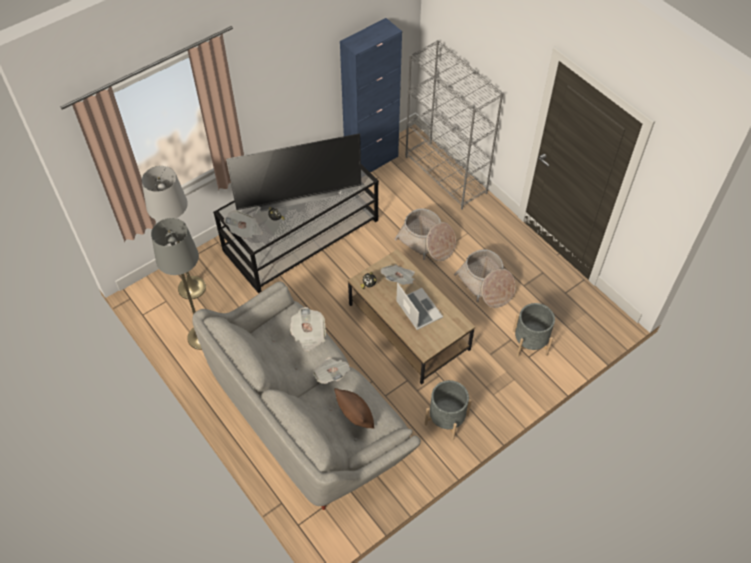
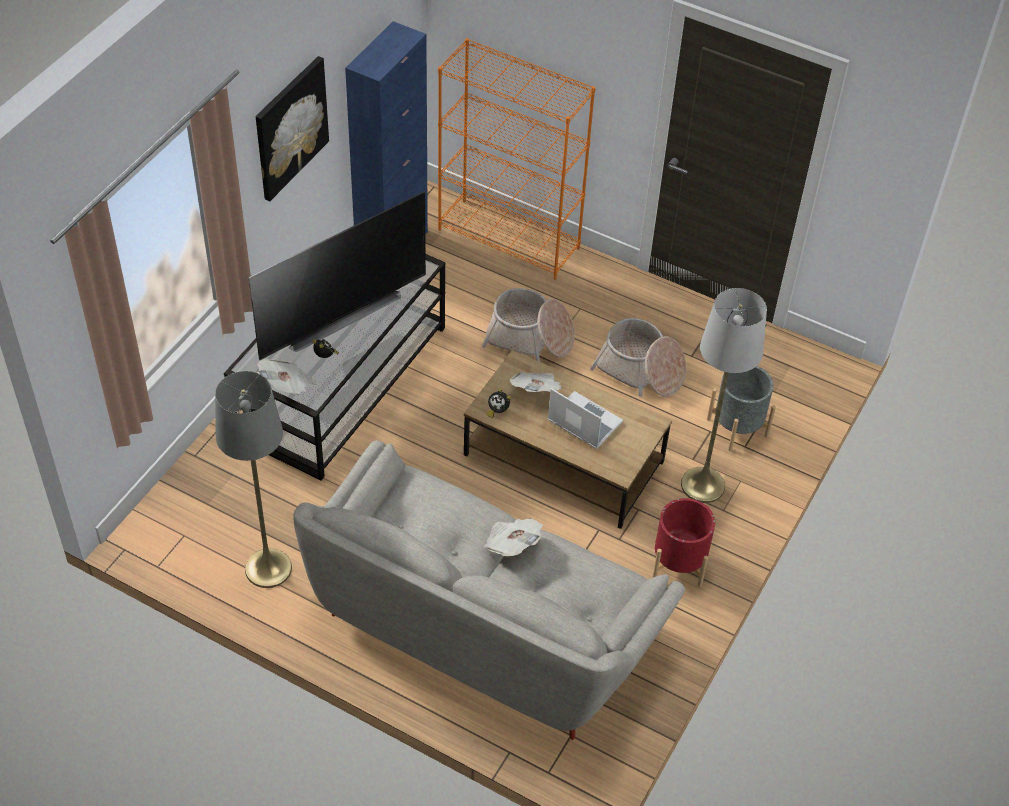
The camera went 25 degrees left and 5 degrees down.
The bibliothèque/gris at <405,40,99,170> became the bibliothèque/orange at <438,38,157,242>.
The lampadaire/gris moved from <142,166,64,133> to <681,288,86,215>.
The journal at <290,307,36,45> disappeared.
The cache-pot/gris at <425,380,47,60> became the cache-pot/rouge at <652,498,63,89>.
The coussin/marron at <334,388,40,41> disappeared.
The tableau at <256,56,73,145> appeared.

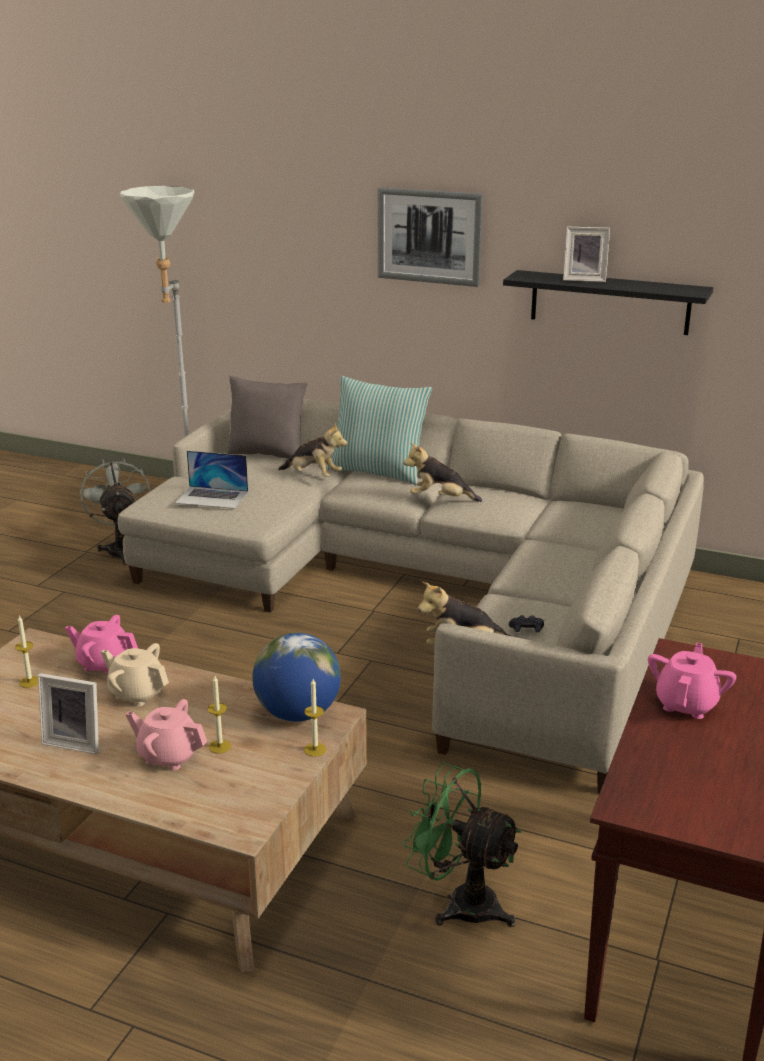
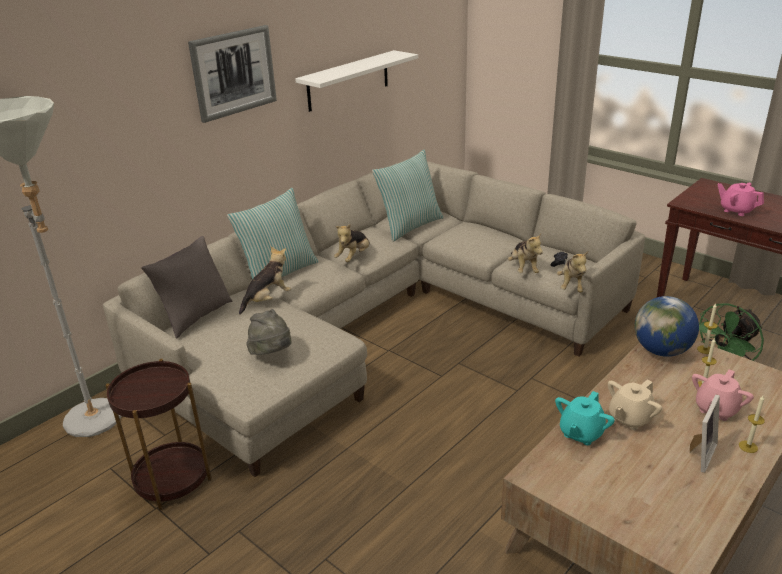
The camera went 70 degrees left and 5 degrees up.
The cadre photo at <563,227,47,55> disappeared.
The étagère/noir at <503,270,210,65> became the étagère/blanc at <295,50,123,62>.
The ordinateur portable at <175,451,73,58> was replaced by the chapeau/gris at <246,309,46,46>.
The ventilateur/gris at <80,458,71,107> was replaced by the table d'appoint/marron at <105,359,107,151>.
The bougie moved from <15,615,23,73> to <739,396,26,57>.
The théière/rose at <65,615,73,60> became the théière/turquoise at <555,391,60,54>.
The coussin at <372,150,72,92> appeared.
The peluche at <508,234,35,39> appeared.

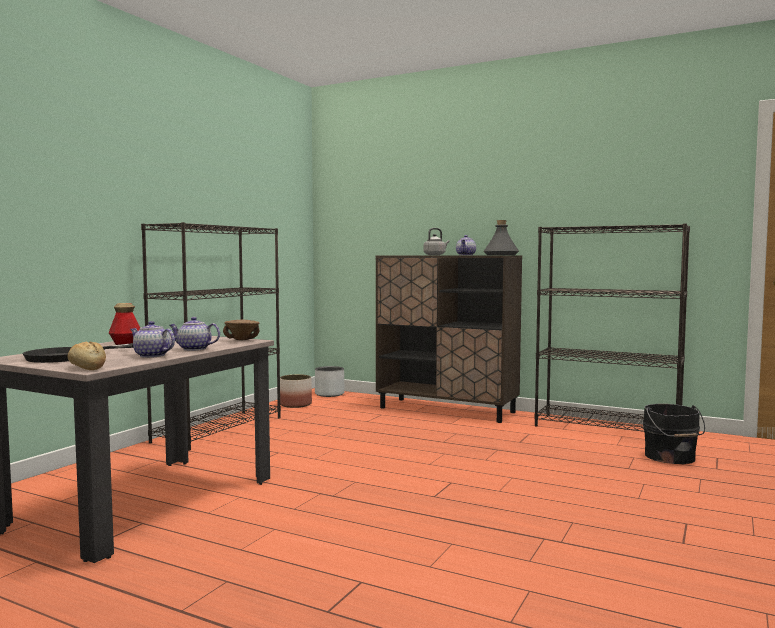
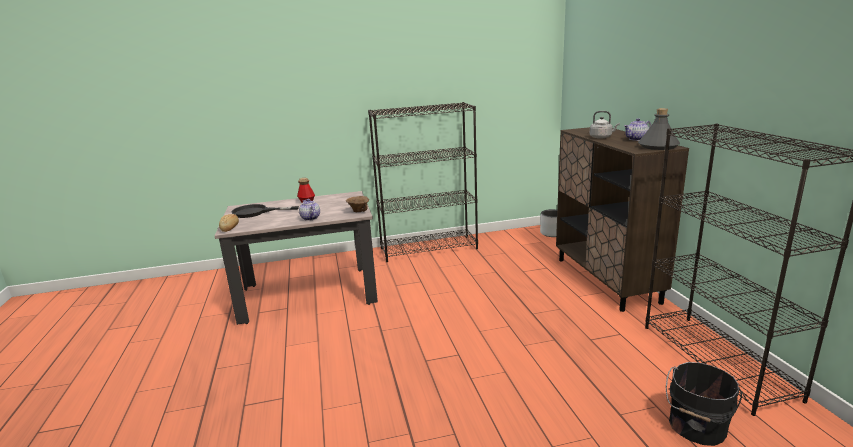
The camera went 50 degrees right and 15 degrees up.
The théière at <130,321,45,37> disappeared.
The cache-pot at <280,374,32,34> disappeared.

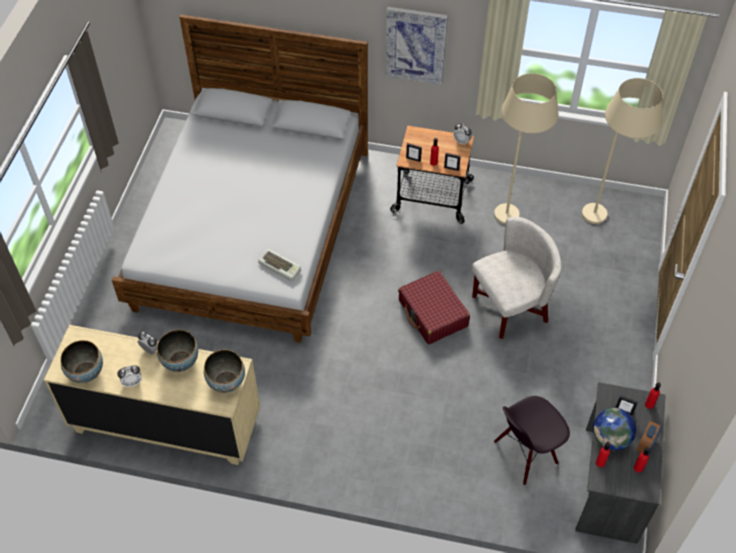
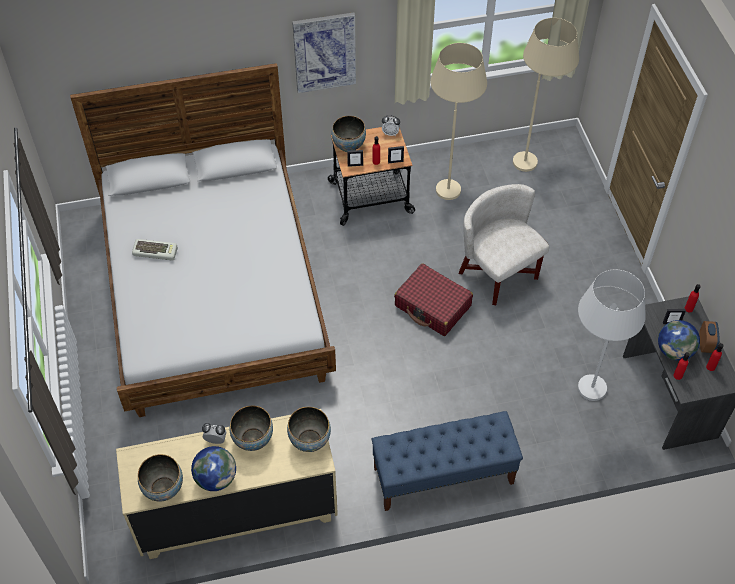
The camera went 25 degrees left and 0 degrees up.
The fauteuil/blanc at <472,217,89,122> turned 75 degrees counterclockwise.
The clavier moved from <258,249,43,32> to <132,239,46,21>.
The réveil at <117,365,25,22> was replaced by the globe at <191,446,45,45>.
The chaise/noir at <494,396,76,89> was replaced by the lampadaire/blanc at <578,270,68,131>.
The bol at <331,116,35,36> appeared.
The banc/bleu at <372,411,151,100> appeared.

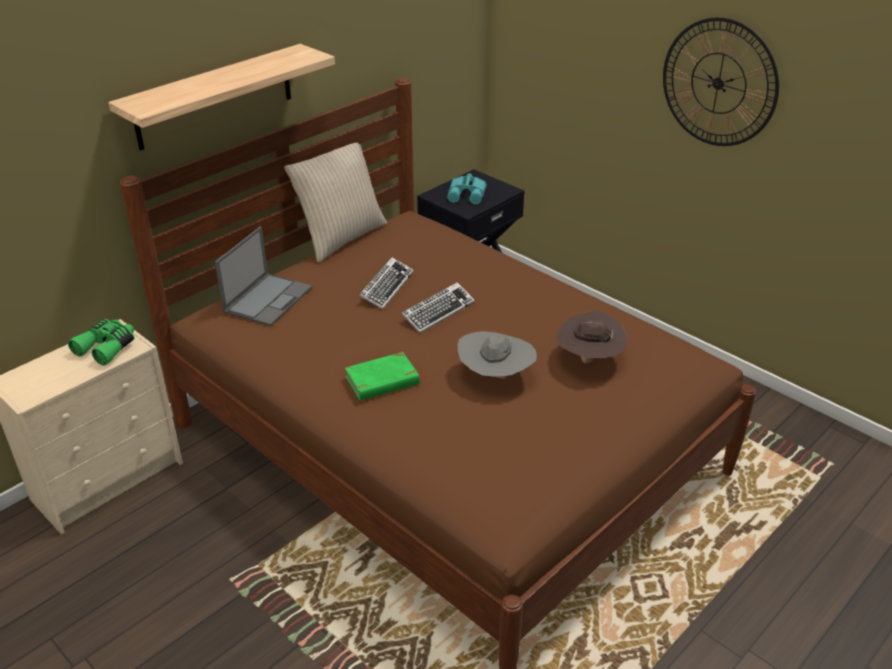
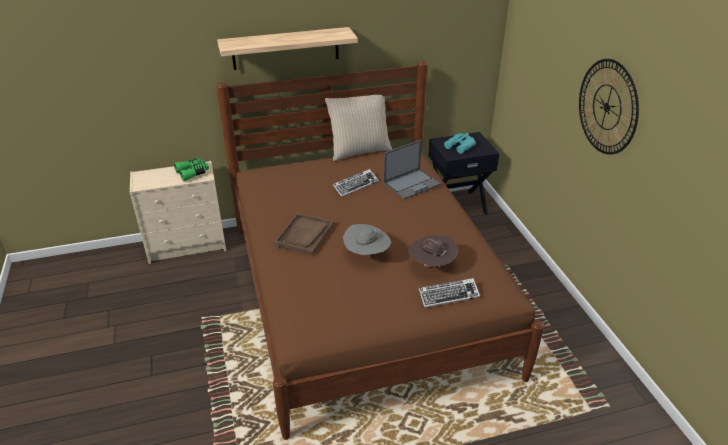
The camera went 30 degrees right and 0 degrees up.
The ordinateur portable moved from <215,227,97,99> to <383,140,58,59>.
The clavier moved from <402,283,73,50> to <418,278,62,30>.
The livre/vert at <345,352,81,49> was replaced by the plateau/marron at <274,213,60,42>.

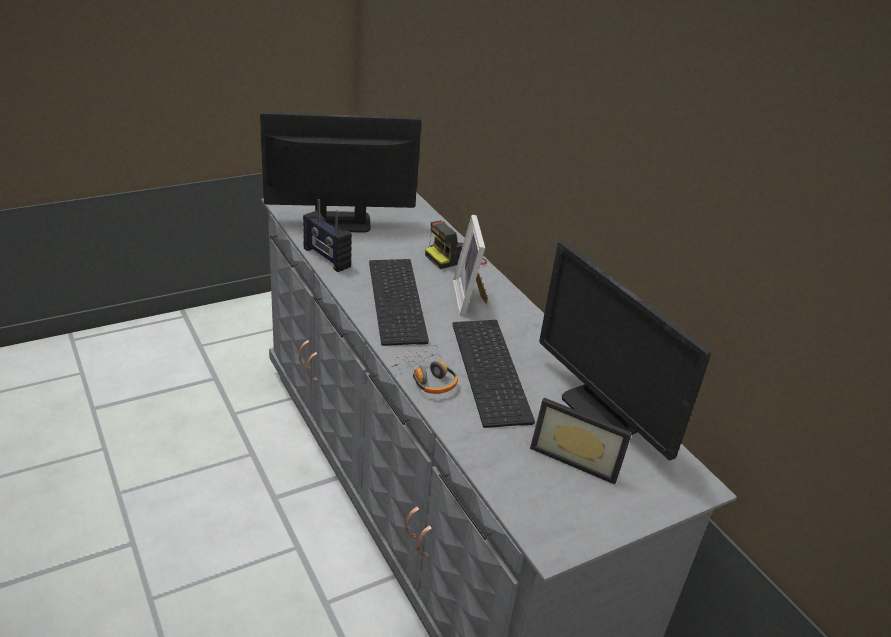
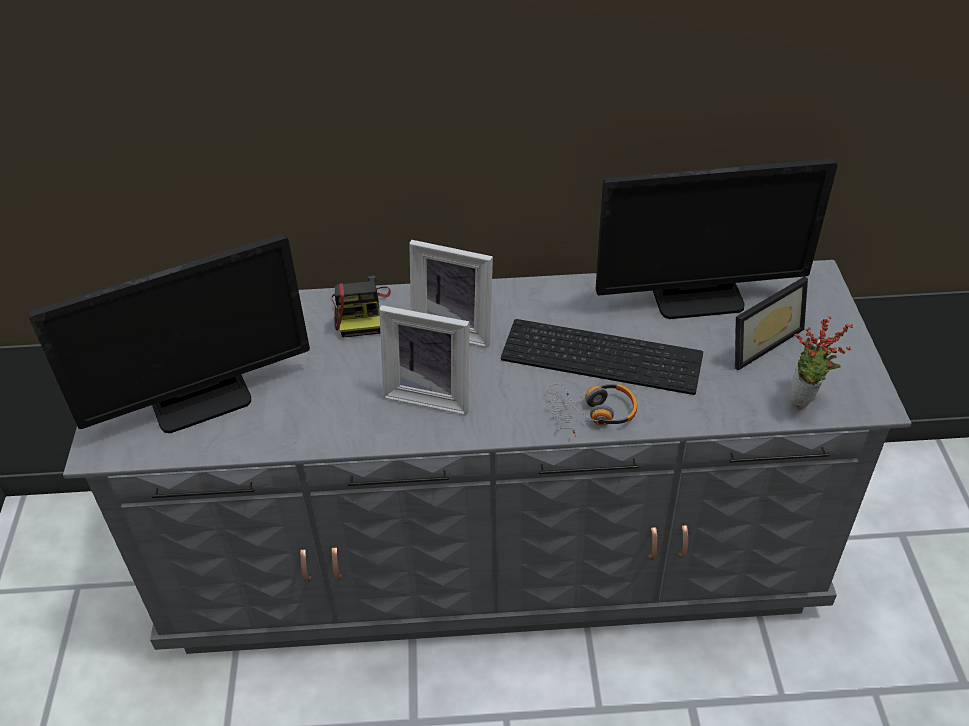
The camera went 60 degrees left and 10 degrees up.
The écran d'ordinateur at <260,112,161,120> turned 135 degrees counterclockwise.
The radio at <303,199,49,73> disappeared.
The clavier at <369,259,60,87> was replaced by the cadre photo at <379,305,91,110>.
The plante en pot at <790,316,63,95> appeared.

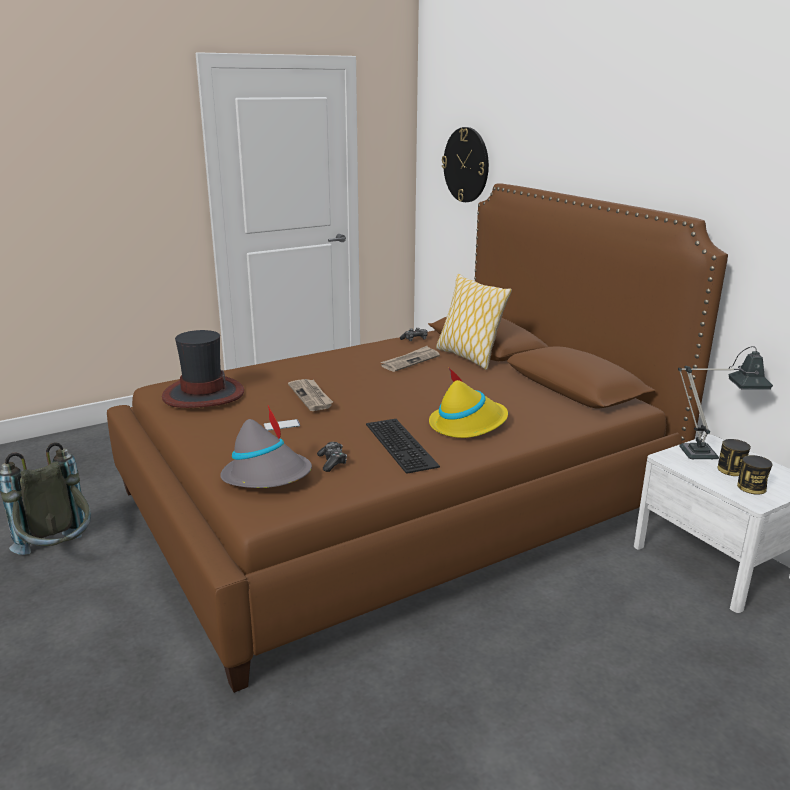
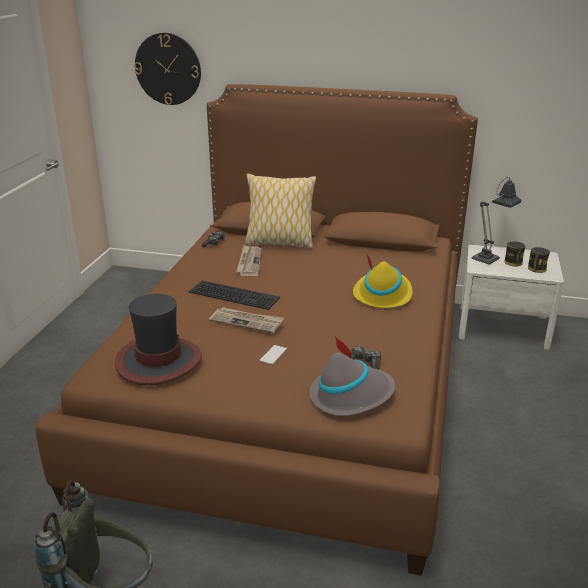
The camera went 45 degrees left and 5 degrees up.
The clavier moved from <366,419,74,55> to <189,280,91,30>.

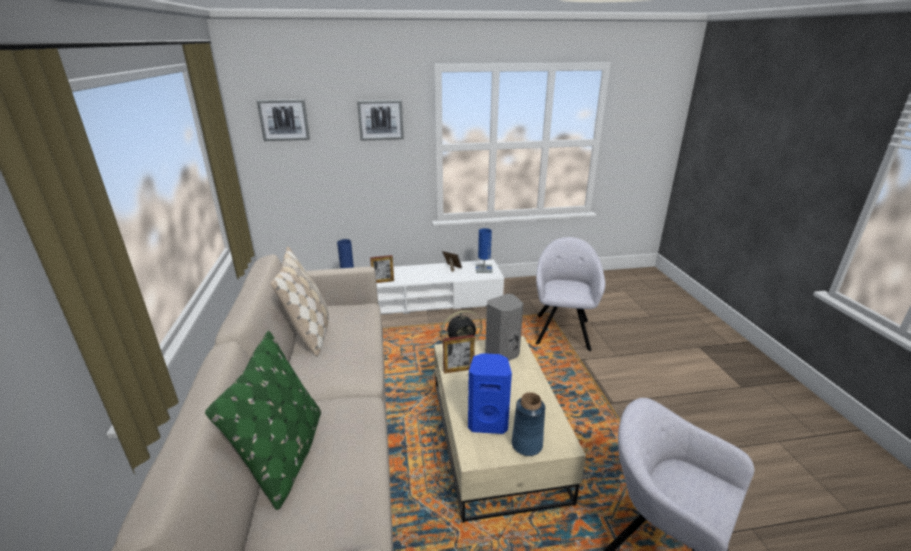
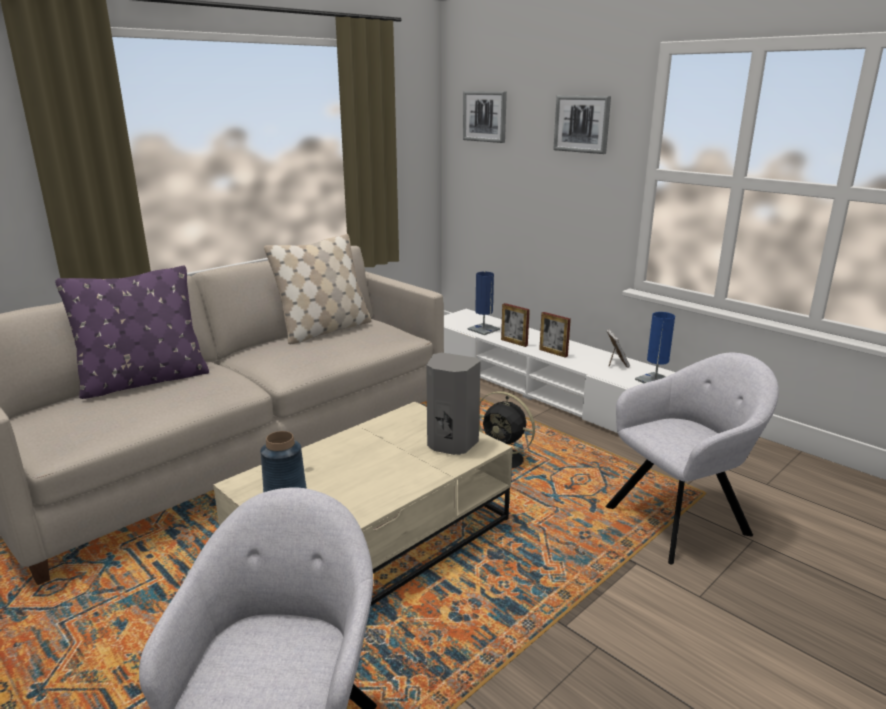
The camera went 55 degrees right and 5 degrees down.
The coussin/vert at <205,331,116,179> became the coussin/violet at <55,266,154,133>.
The cadre photo moved from <443,335,32,38> to <539,312,32,46>.
The enceinte/bleu at <468,353,44,81> disappeared.

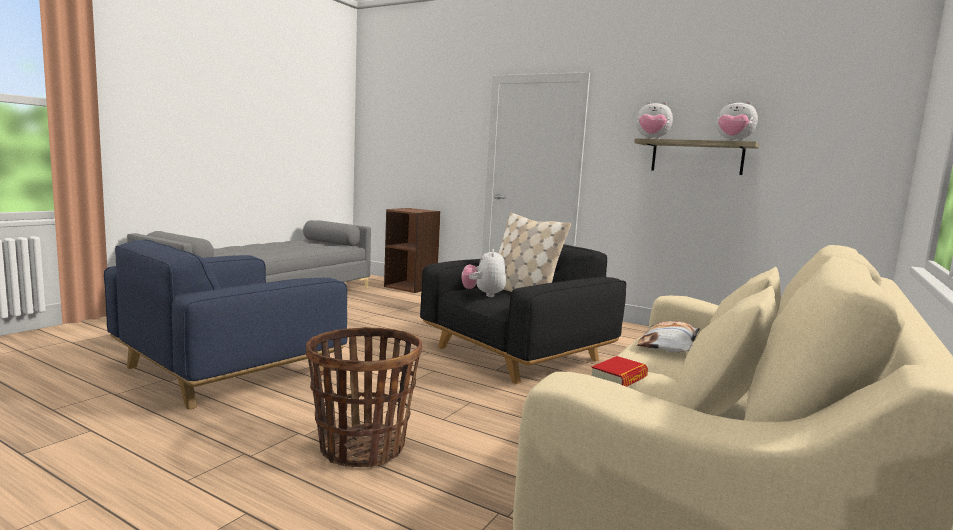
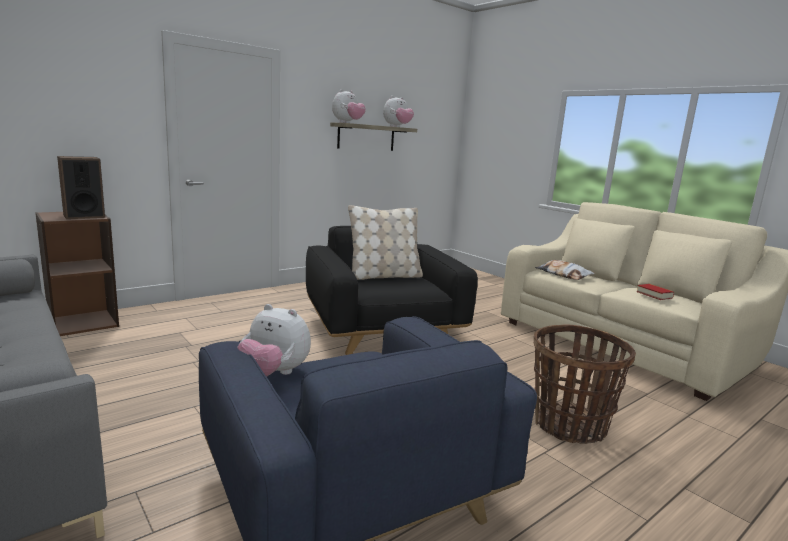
The camera went 70 degrees left and 5 degrees up.
The peluche moved from <462,249,44,48> to <237,304,74,73>.
The enceinte at <57,156,48,63> appeared.

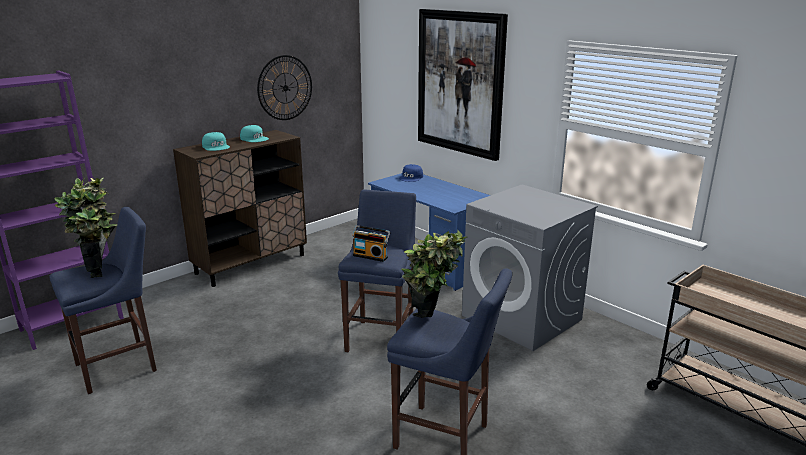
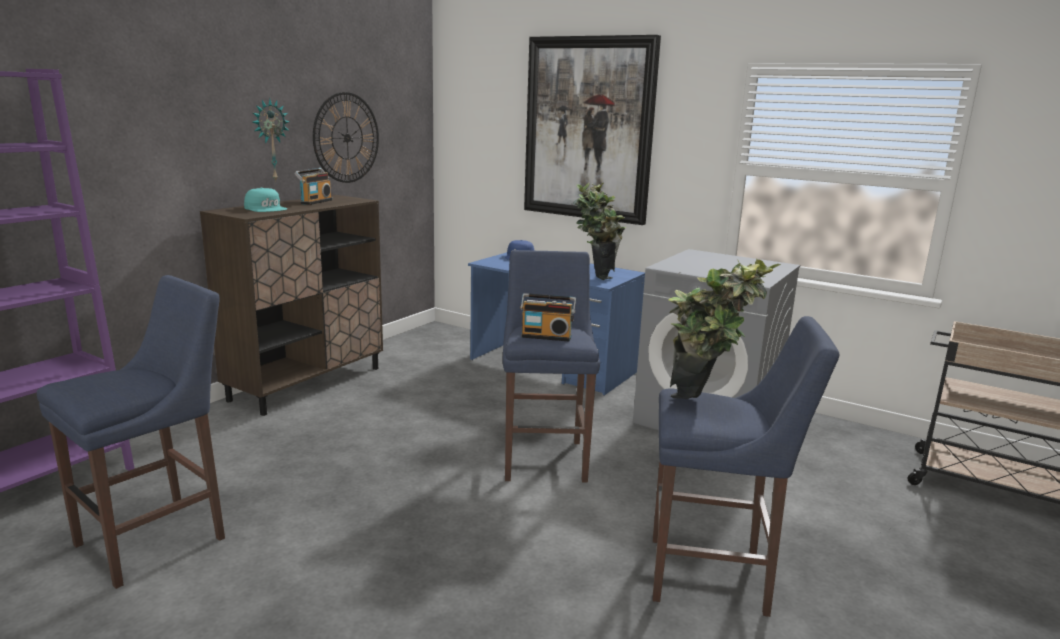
The camera went 15 degrees left and 5 degrees down.
The casquette/turquoise at <240,125,29,17> was replaced by the radio at <294,168,38,37>.
The plante en pot moved from <55,177,62,101> to <573,182,53,98>.
The horloge murale at <252,98,37,84> appeared.

